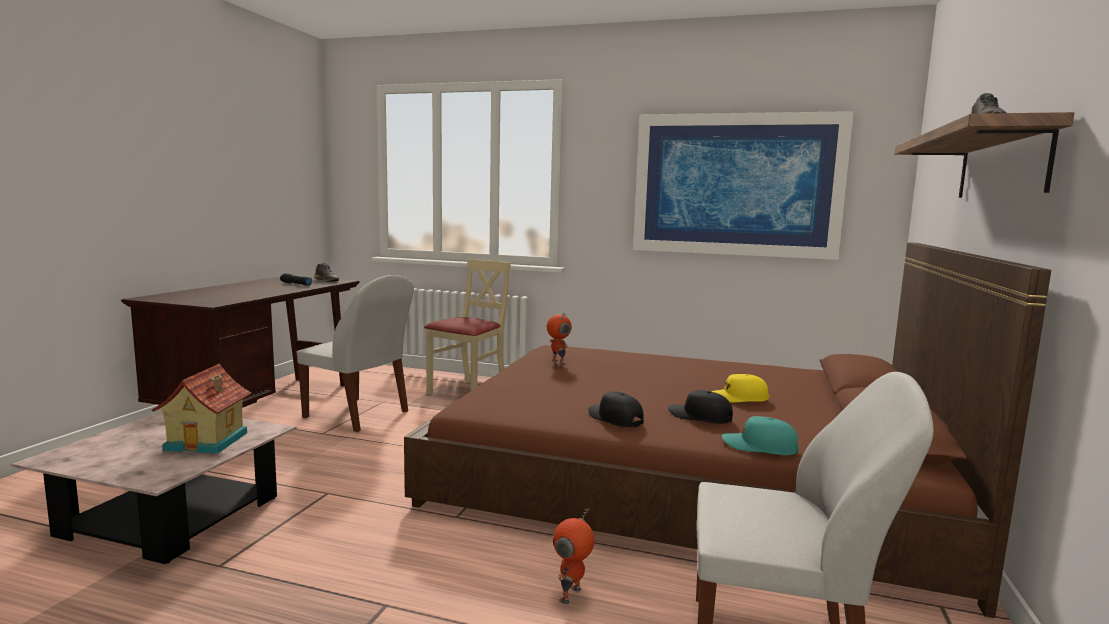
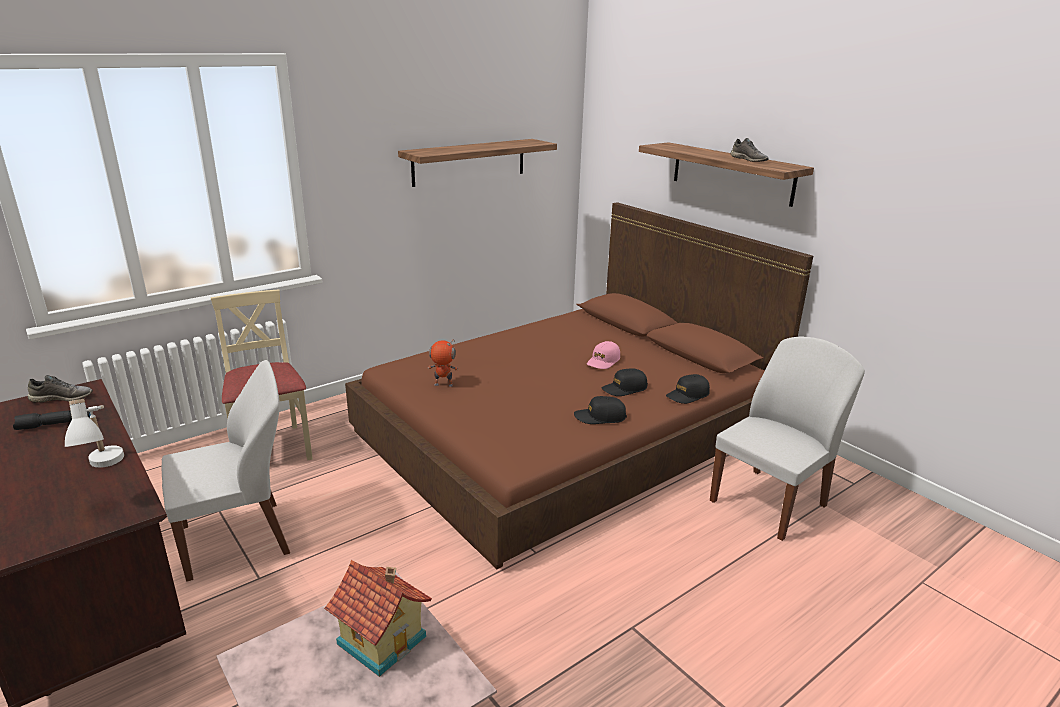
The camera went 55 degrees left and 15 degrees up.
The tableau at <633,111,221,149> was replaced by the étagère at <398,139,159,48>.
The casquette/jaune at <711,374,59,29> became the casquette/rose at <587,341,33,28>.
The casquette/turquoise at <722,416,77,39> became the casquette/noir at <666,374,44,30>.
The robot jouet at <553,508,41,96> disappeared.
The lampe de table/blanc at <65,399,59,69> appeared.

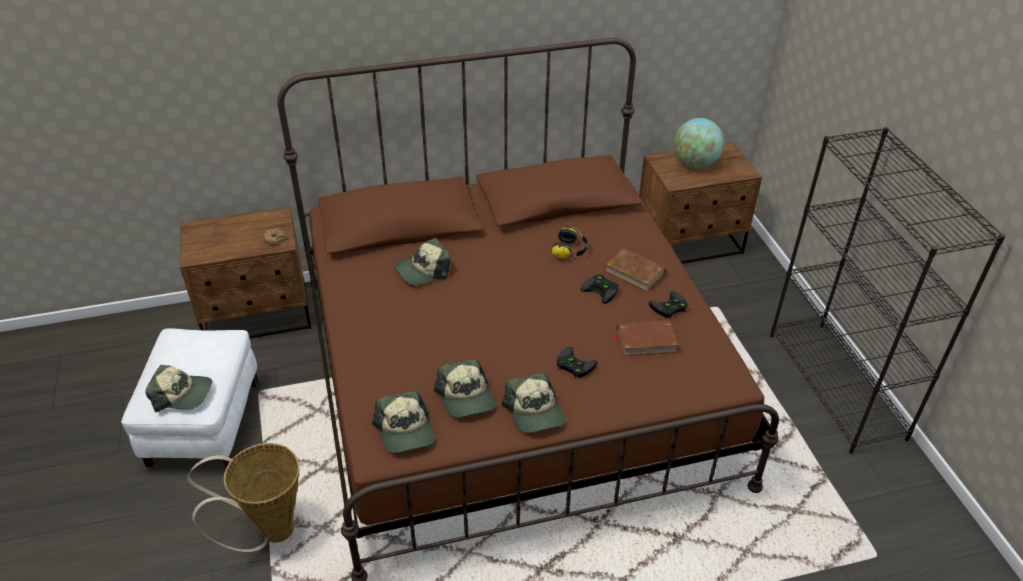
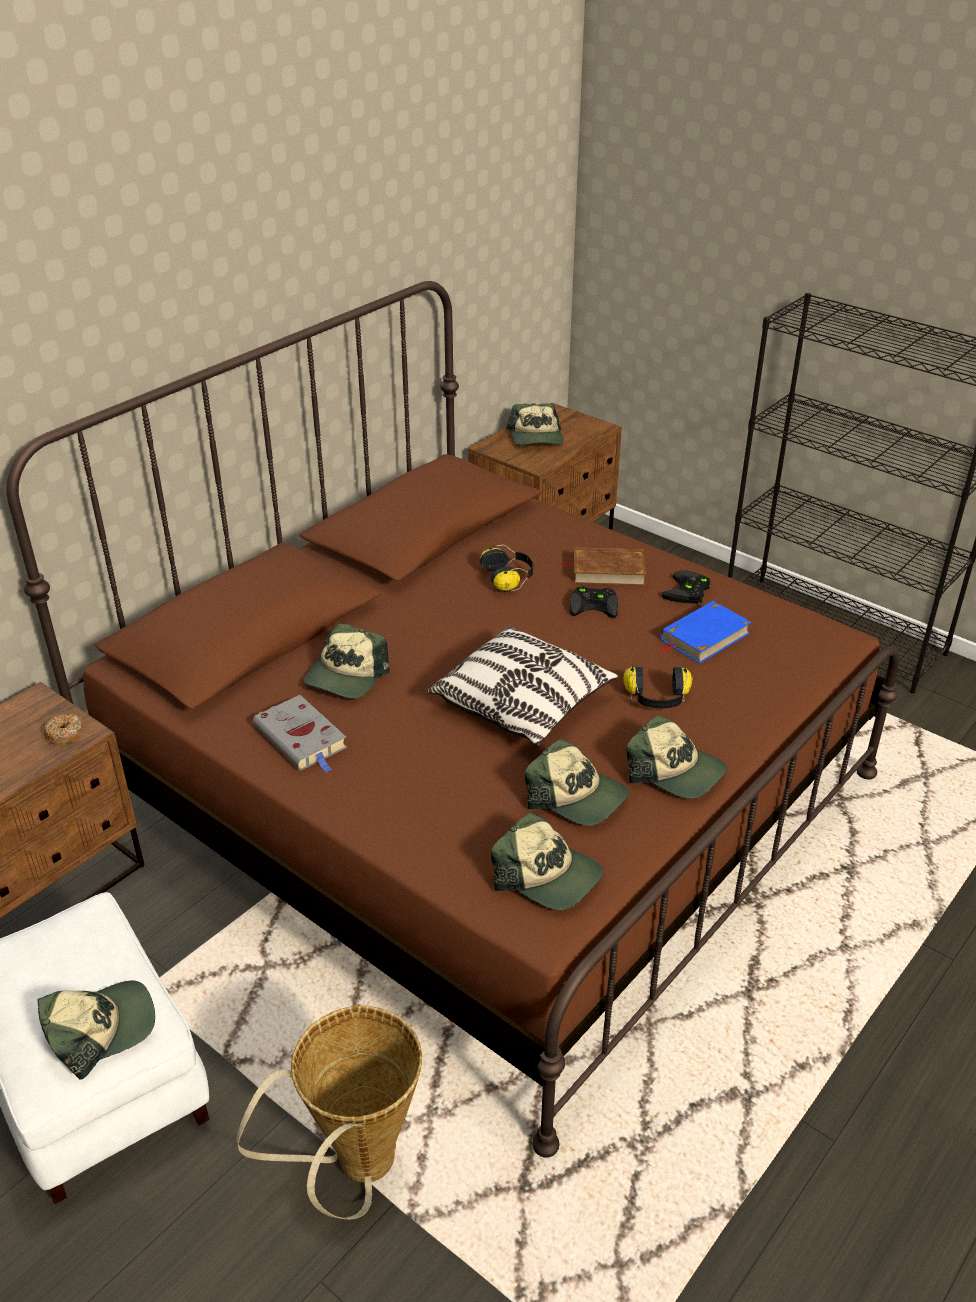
The camera went 35 degrees left and 5 degrees down.
The globe at <674,118,50,50> was replaced by the casquette at <506,403,58,42>.
The livre/marron at <609,320,70,36> became the livre/bleu at <659,601,93,62>.
The manette/noir at <557,347,41,32> was replaced by the casque audio at <623,666,70,43>.
The coussin at <428,626,191,120> appeared.
The livre/gris at <253,695,94,78> appeared.

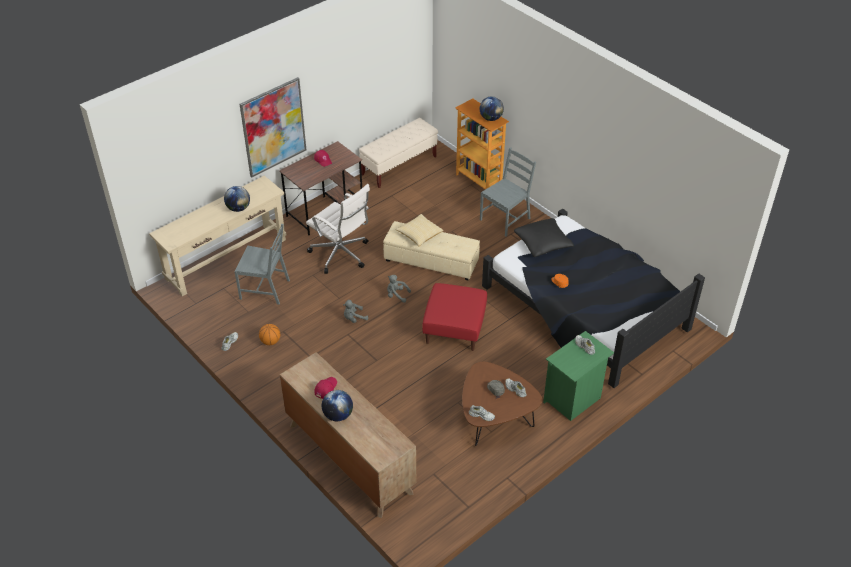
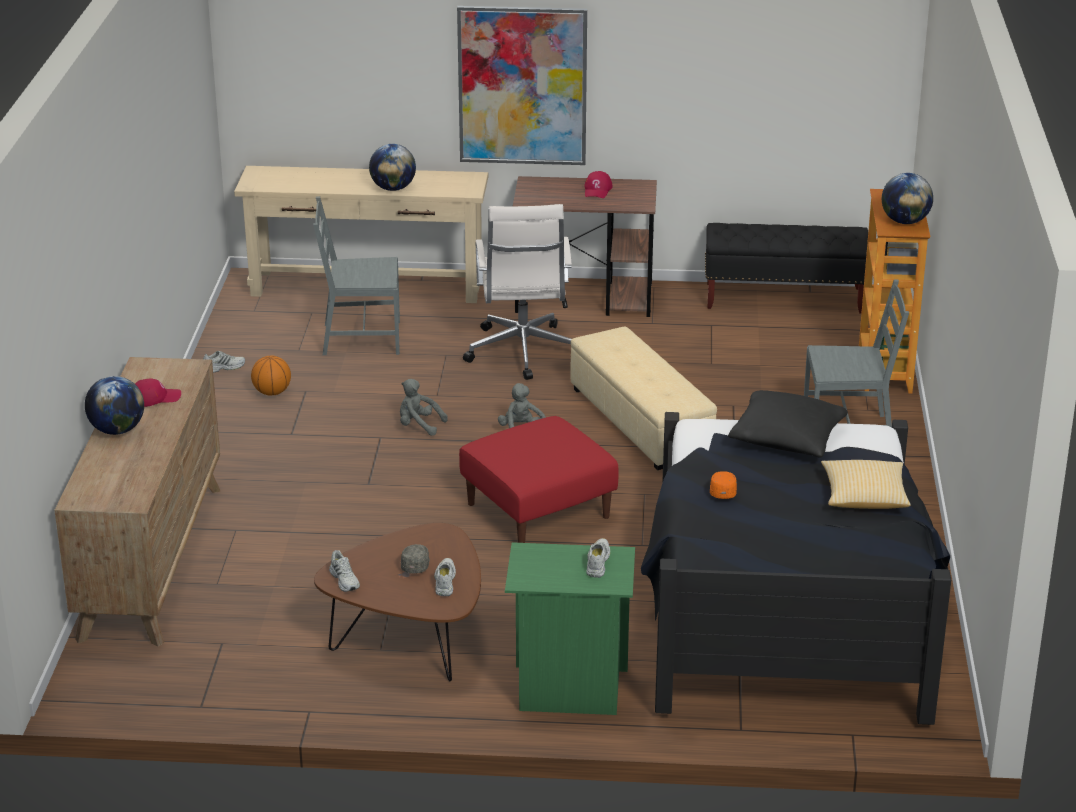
The camera went 45 degrees right and 15 degrees down.
The banc/beige at <359,118,79,70> became the banc/noir at <705,223,163,90>.
The coussin moved from <395,214,49,33> to <821,460,90,49>.
The chaise/gris at <235,224,55,81> turned 120 degrees clockwise.

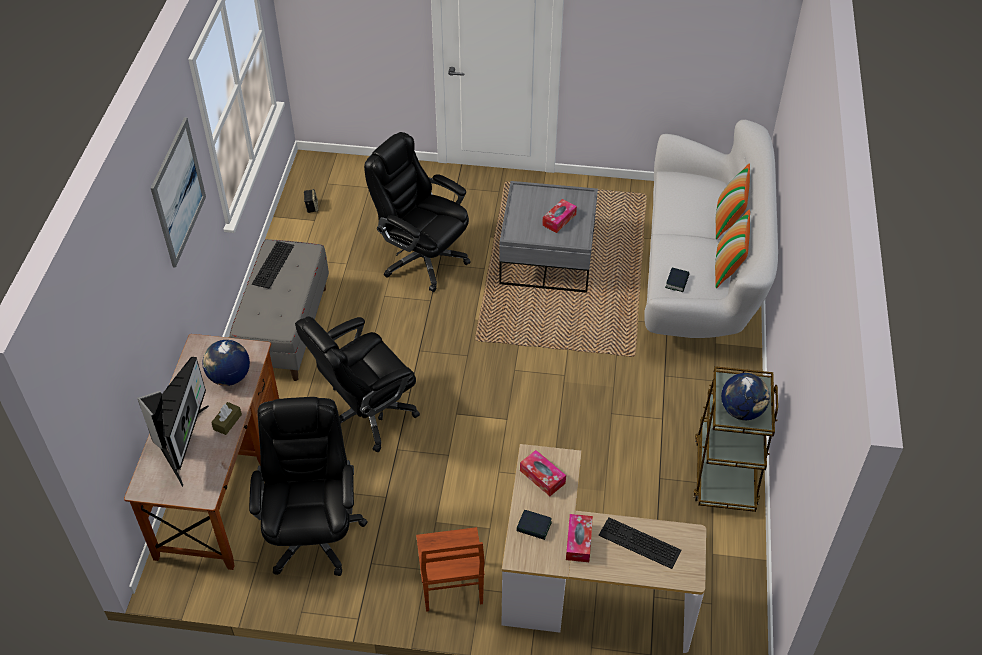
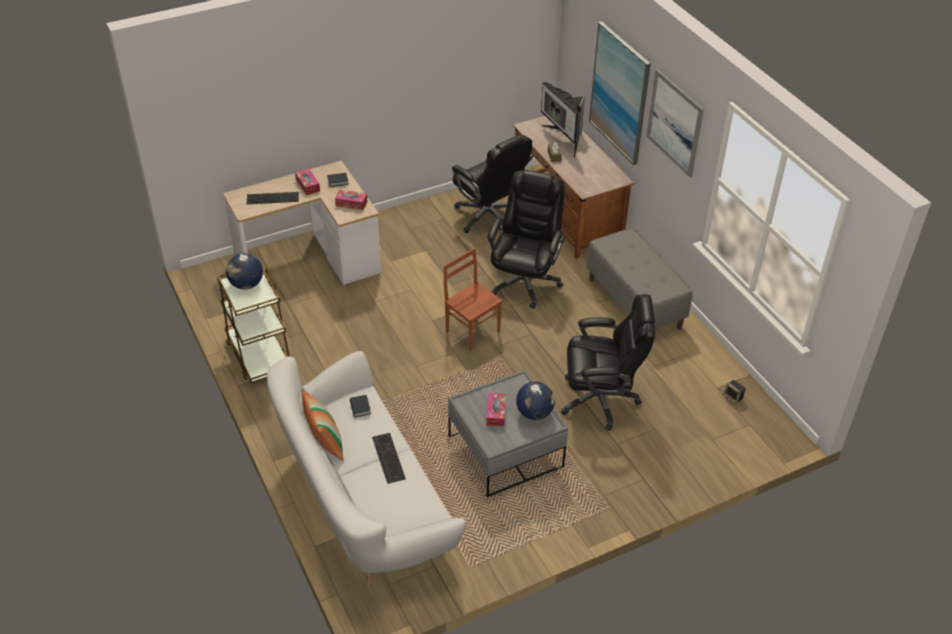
The camera went 145 degrees right and 5 degrees down.
The coussin at <715,164,35,75> disappeared.
The clavier moved from <252,241,42,48> to <372,433,34,51>.
The globe moved from <202,340,48,46> to <516,381,39,39>.
The chaise/marron moved from <416,527,69,85> to <444,248,59,103>.
The tableau at <589,22,62,143> appeared.

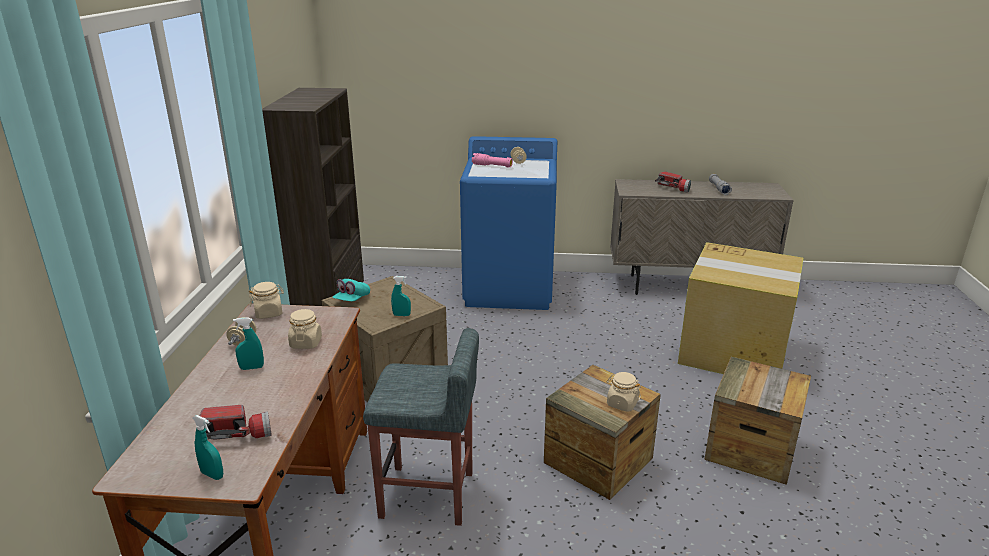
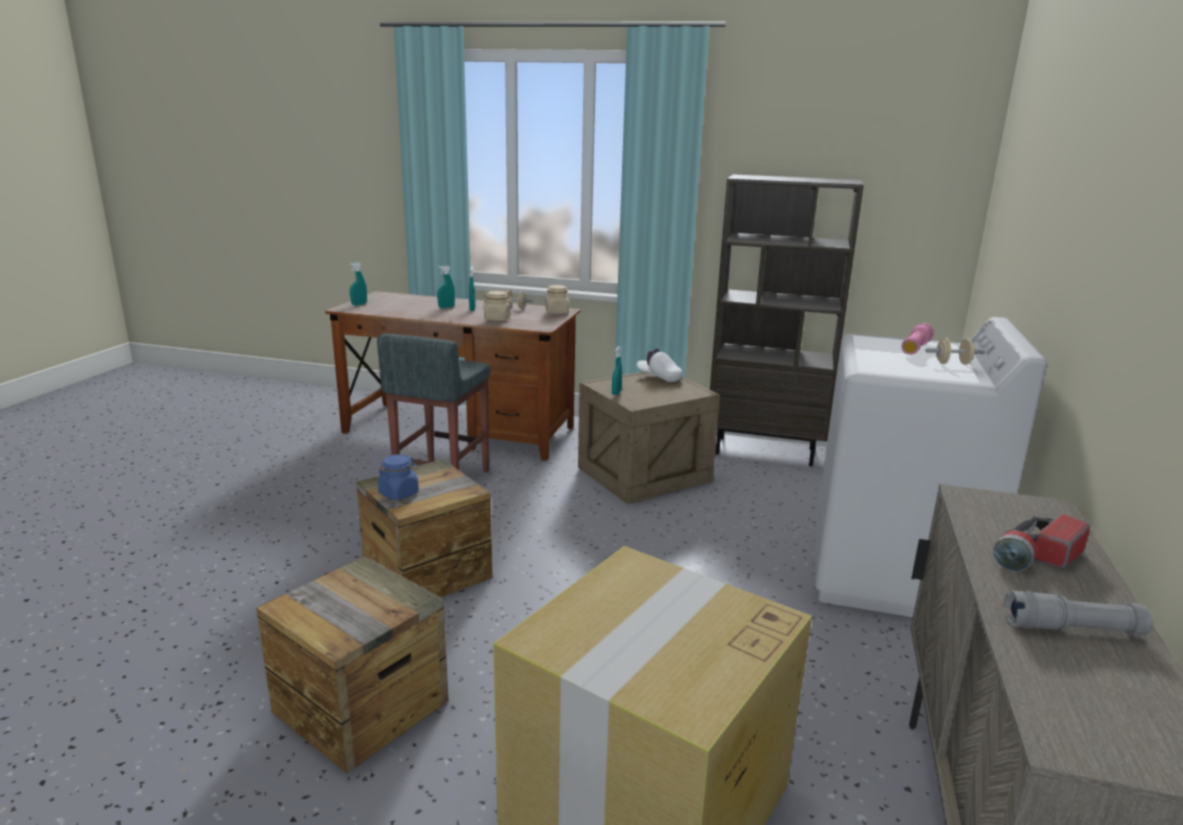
The camera went 100 degrees right and 5 degrees down.
The lave-linge/bleu at <460,136,97,174> became the lave-linge/blanc at <815,317,232,300>.
The casquette/turquoise at <333,279,37,22> became the casquette/blanc at <637,348,45,34>.
The bocal/beige at <606,372,35,40> became the bocal/bleu at <378,454,41,46>.
The lampe de poche at <199,405,73,35> disappeared.
The vaporisateur/turquoise at <437,265,18,43> appeared.

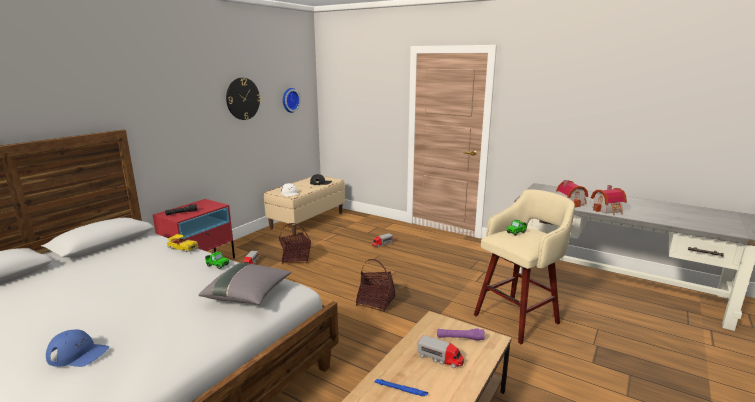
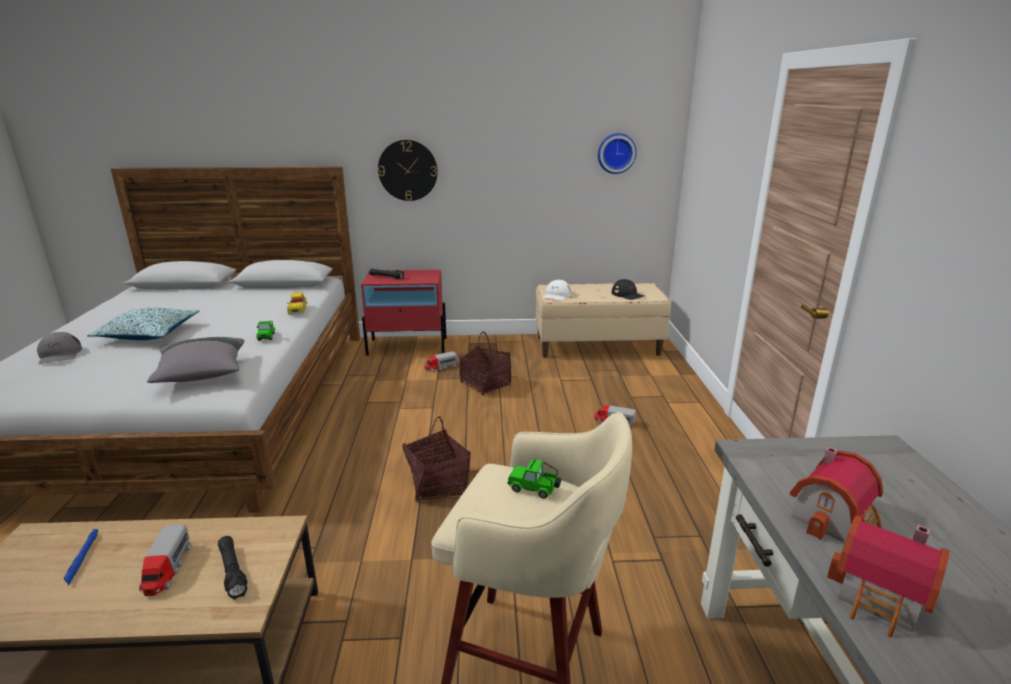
The camera went 55 degrees right and 5 degrees up.
The horloge murale moved from <226,78,35,42> to <378,140,60,61>.
The lampe de poche/violet at <437,328,48,13> became the lampe de poche/noir at <218,536,30,64>.
The casquette/bleu at <46,330,63,37> became the casquette/gris at <37,332,45,32>.
The coussin at <87,308,112,32> appeared.

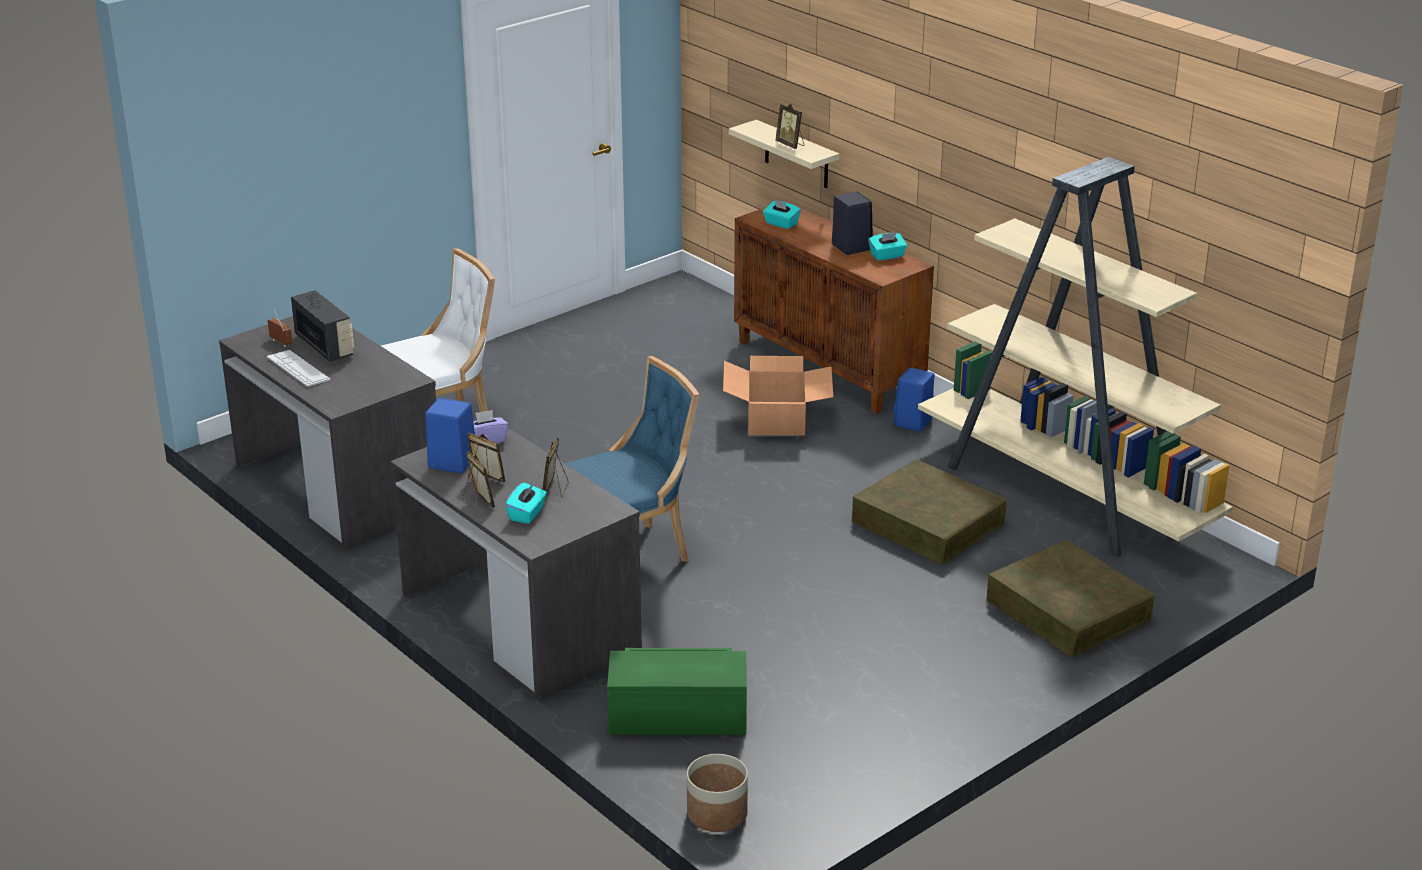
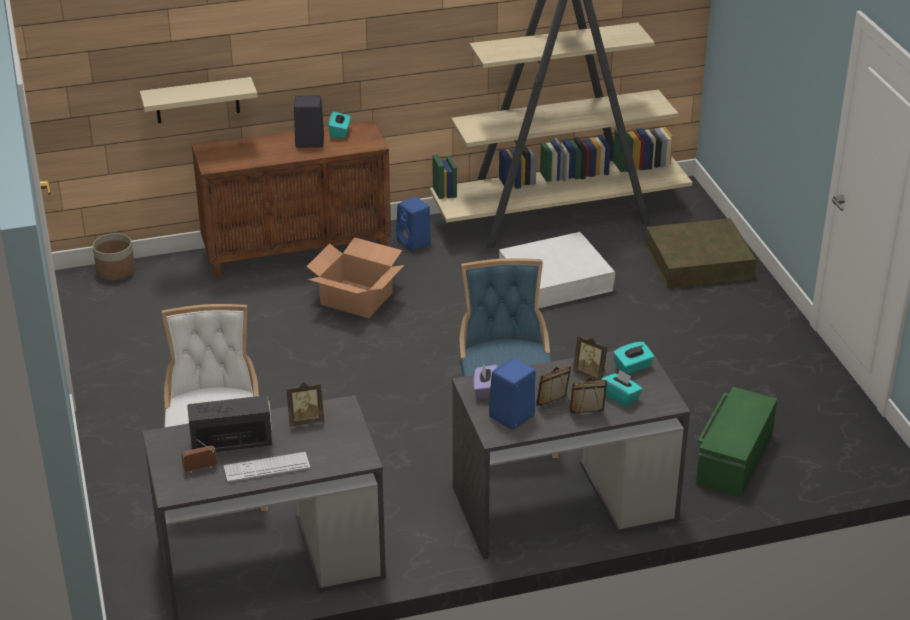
The camera went 65 degrees left and 5 degrees up.
The cadre photo moved from <776,103,28,46> to <286,382,38,45>.
The boîte à mouchoirs/turquoise moved from <763,199,38,30> to <613,342,41,33>.
The boîte de rangement/marron at <852,459,155,105> became the boîte de rangement/blanc at <499,232,116,77>.
The cache-pot moved from <687,754,61,78> to <93,233,42,47>.

